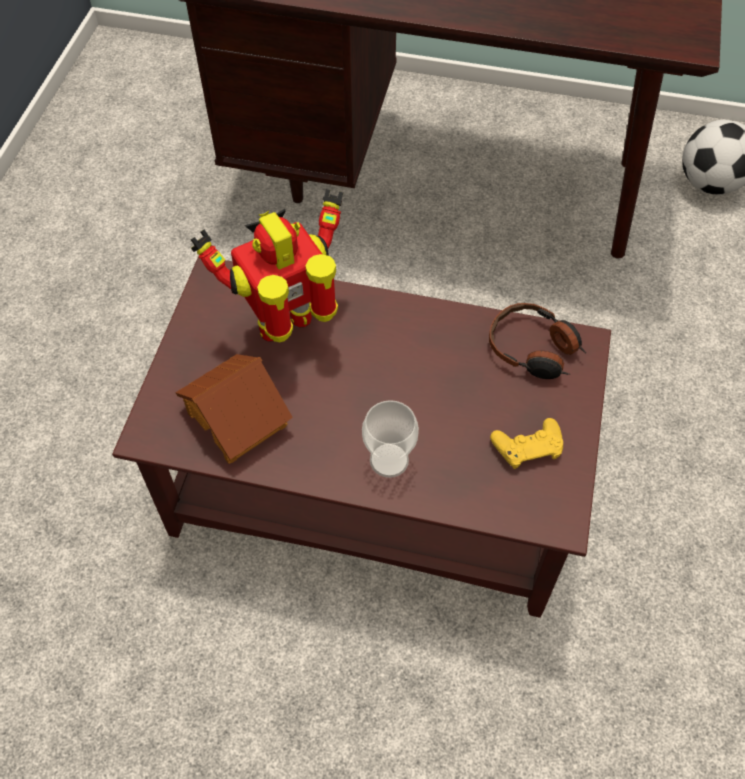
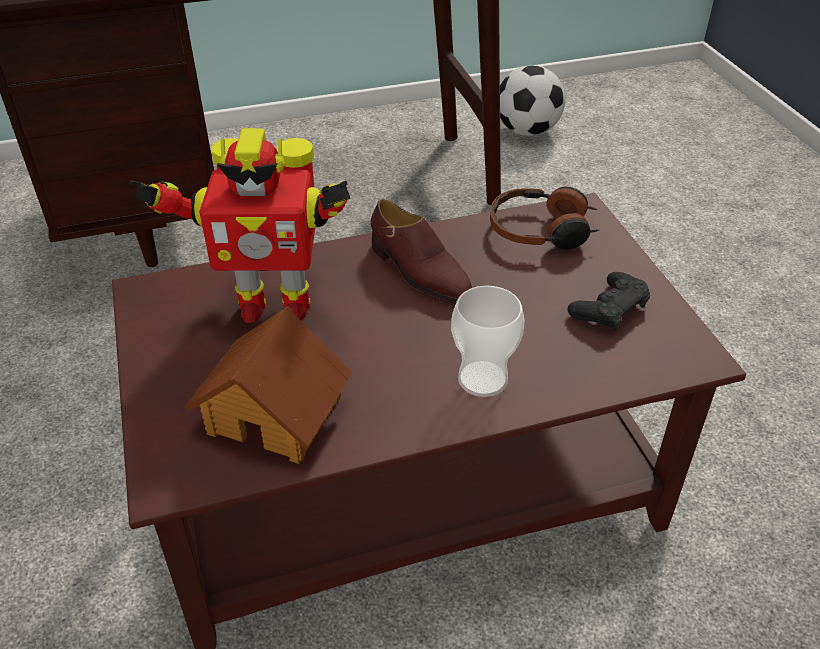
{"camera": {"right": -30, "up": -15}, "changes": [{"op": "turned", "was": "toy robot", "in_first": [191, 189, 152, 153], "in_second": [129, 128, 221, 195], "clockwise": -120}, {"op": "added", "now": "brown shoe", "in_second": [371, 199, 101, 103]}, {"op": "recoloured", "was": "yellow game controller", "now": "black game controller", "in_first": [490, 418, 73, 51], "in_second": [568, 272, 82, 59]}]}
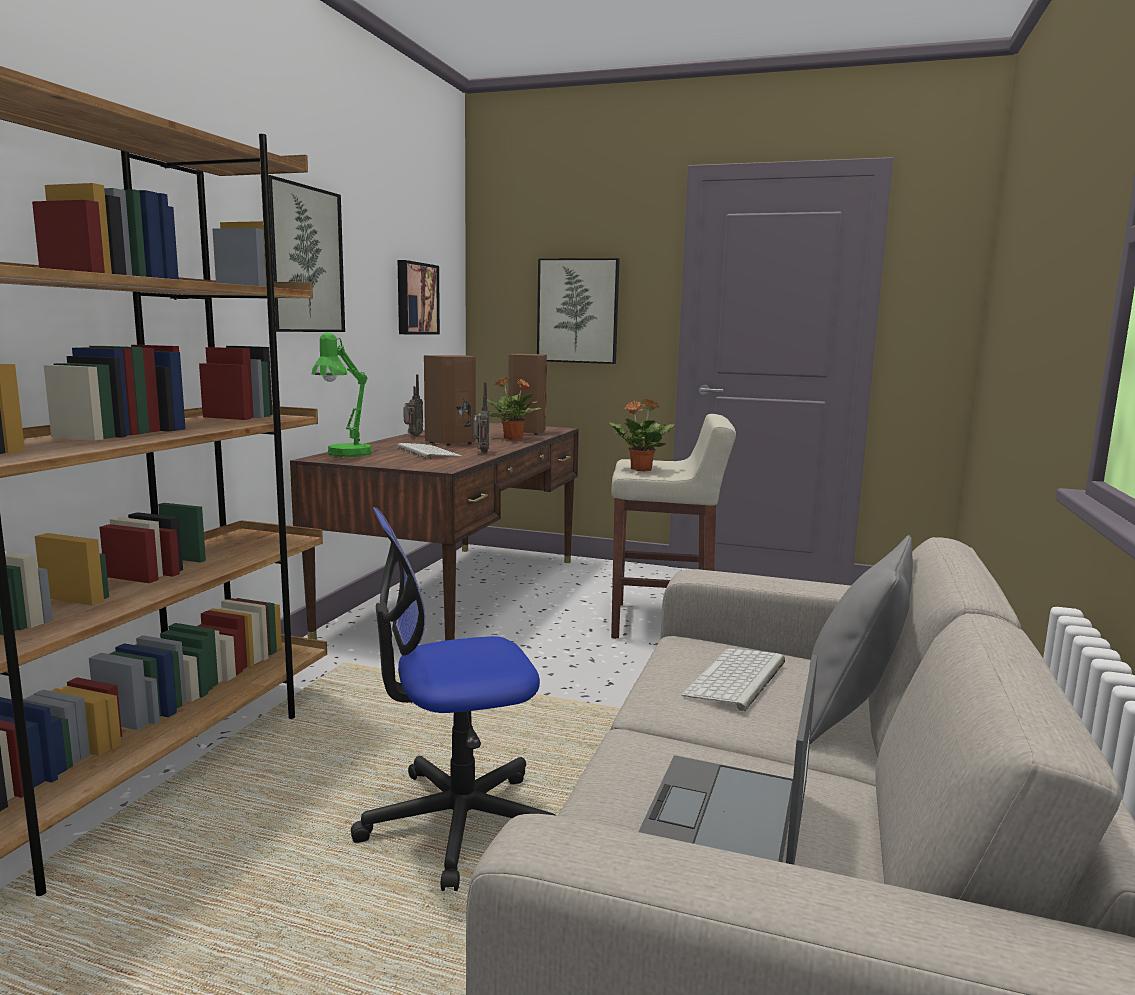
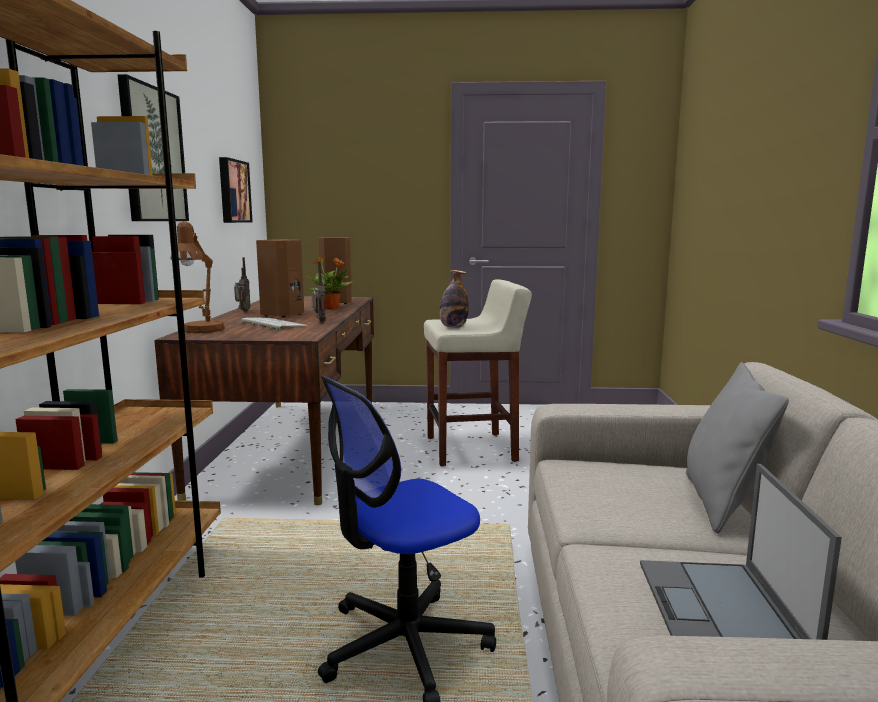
{"camera": {"right": -15, "up": 0}, "changes": [{"op": "recoloured", "was": "green table lamp", "now": "brown table lamp", "in_first": [312, 332, 60, 125], "in_second": [170, 221, 55, 112]}, {"op": "replaced", "was": "potted plant", "now": "bottle", "in_first": [609, 399, 65, 72], "in_second": [439, 270, 30, 58]}, {"op": "removed", "was": "picture", "in_first": [537, 258, 83, 106]}, {"op": "removed", "was": "keyboard", "in_first": [681, 648, 104, 64]}]}
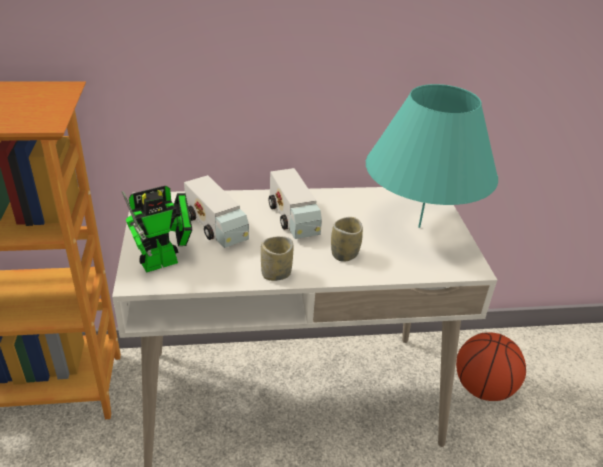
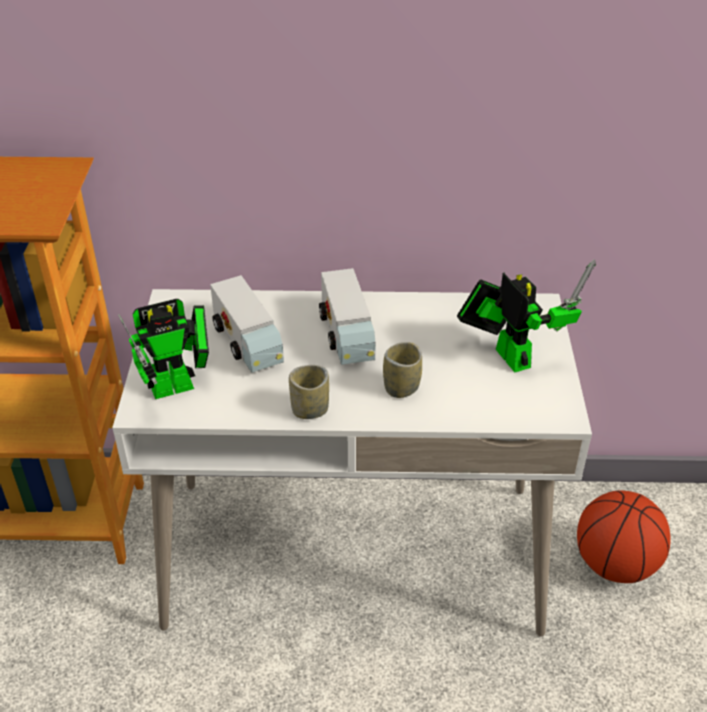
{"camera": {"right": 10, "up": 5}, "changes": [{"op": "replaced", "was": "turquoise table lamp", "now": "toy robot", "in_first": [366, 84, 132, 144], "in_second": [457, 259, 139, 113]}]}
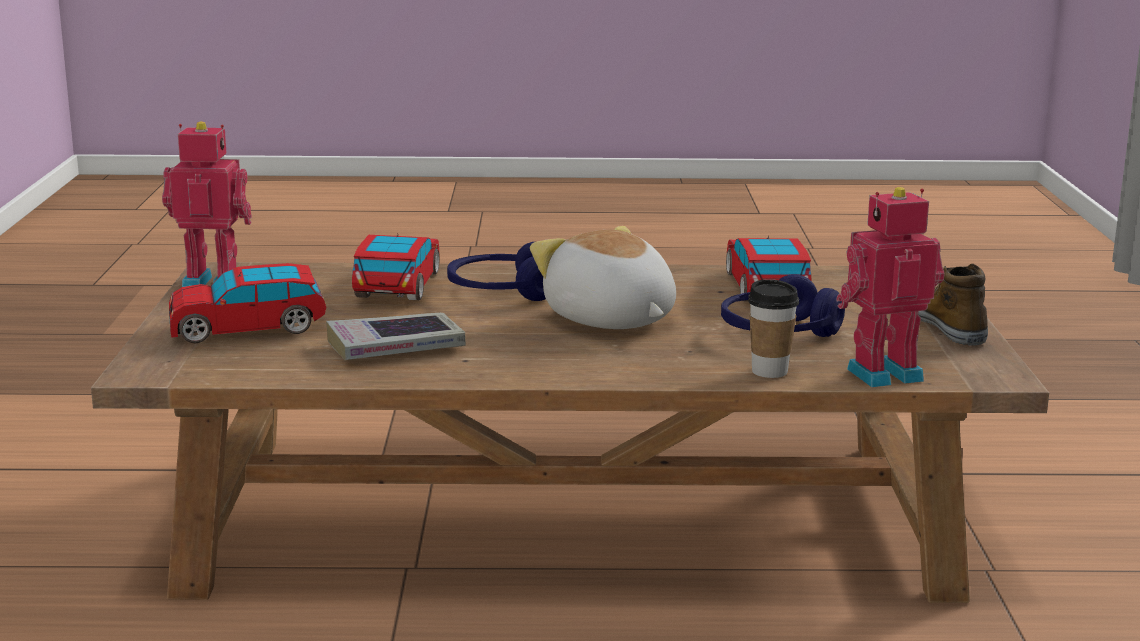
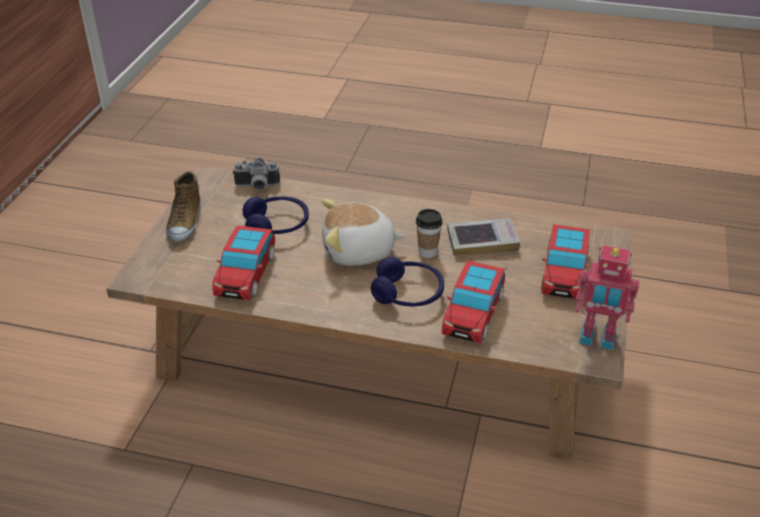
{"camera": {"right": -165, "up": 20}, "changes": [{"op": "replaced", "was": "toy robot", "now": "photo camera", "in_first": [836, 187, 109, 200], "in_second": [232, 158, 48, 32]}, {"op": "turned", "was": "plush toy", "in_first": [530, 226, 146, 103], "in_second": [322, 199, 83, 67], "clockwise": 105}, {"op": "moved", "was": "cup", "in_first": [748, 279, 51, 99], "in_second": [416, 209, 27, 49]}, {"op": "turned", "was": "toy car", "in_first": [169, 263, 157, 80], "in_second": [541, 224, 49, 75], "clockwise": 105}]}
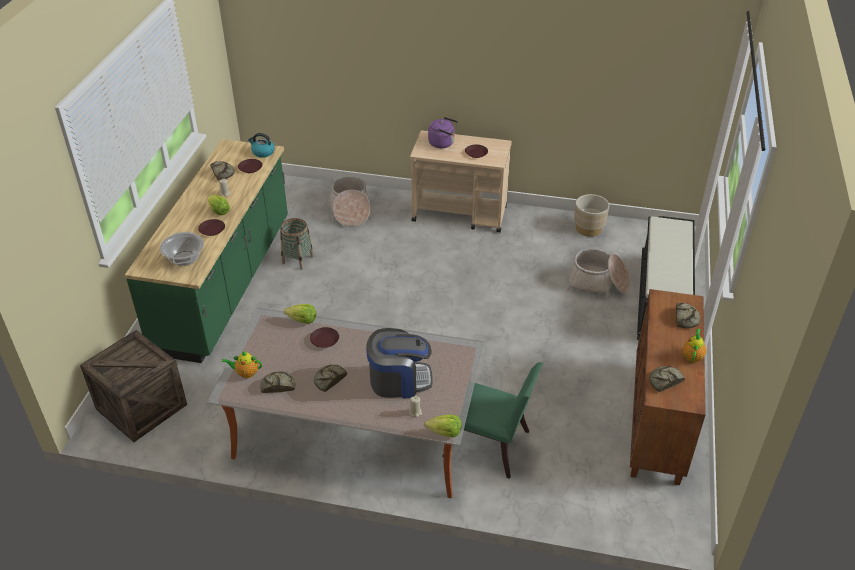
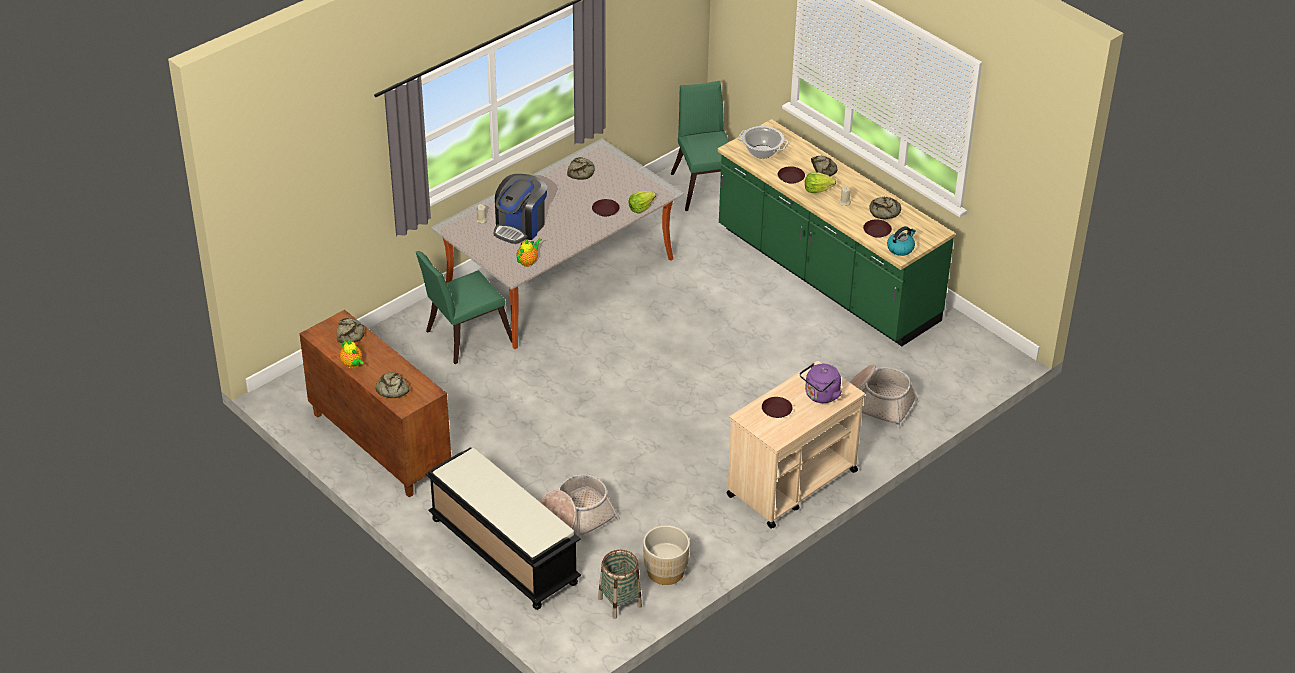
{"camera": {"right": 125, "up": 0}, "changes": [{"op": "moved", "was": "teapot", "in_first": [222, 351, 40, 27], "in_second": [517, 238, 25, 29]}, {"op": "moved", "was": "basket", "in_first": [280, 218, 34, 52], "in_second": [598, 550, 44, 69]}, {"op": "replaced", "was": "crate", "now": "green chair", "in_first": [80, 330, 107, 112], "in_second": [671, 81, 58, 130]}, {"op": "moved", "was": "bread", "in_first": [314, 365, 33, 27], "in_second": [811, 156, 27, 20]}, {"op": "removed", "was": "lettuce", "in_first": [424, 414, 38, 23]}]}
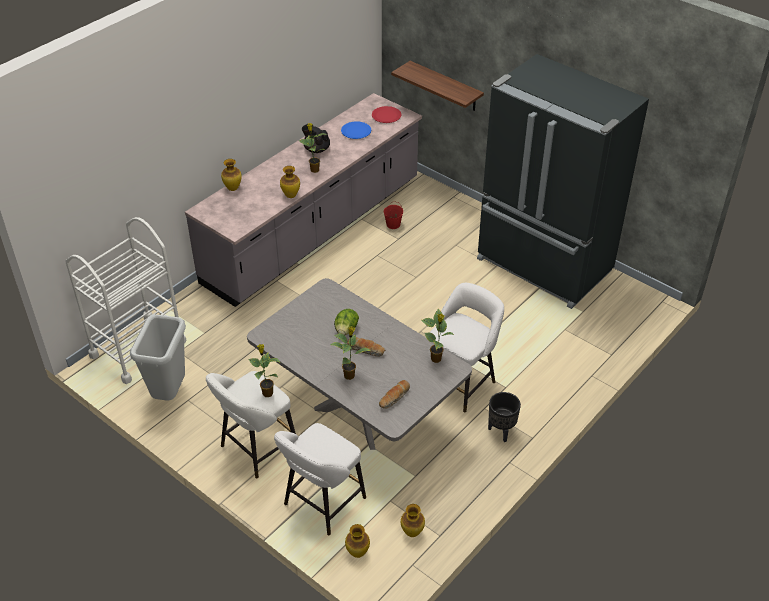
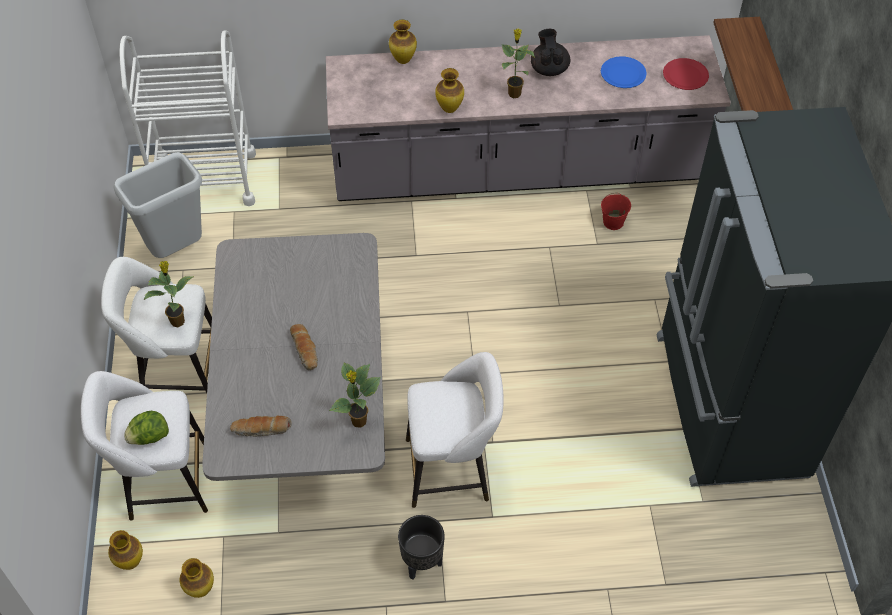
{"camera": {"right": 45, "up": 10}, "changes": [{"op": "moved", "was": "lettuce", "in_first": [334, 309, 25, 26], "in_second": [124, 411, 45, 34]}, {"op": "removed", "was": "potted plant", "in_first": [330, 326, 41, 54]}]}
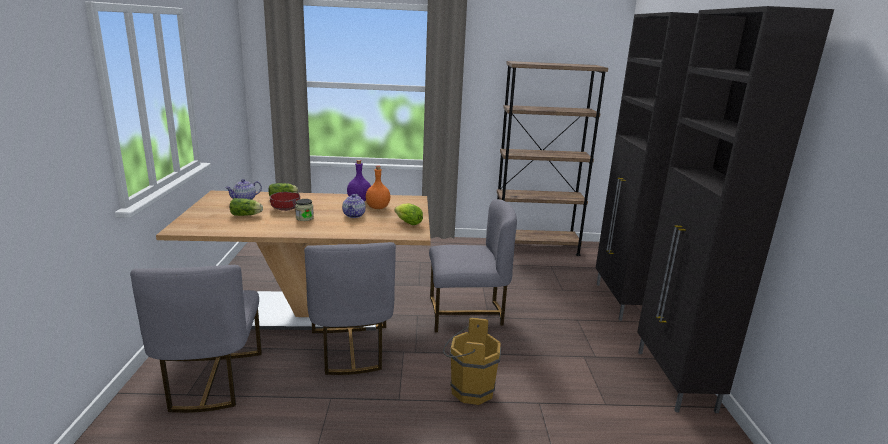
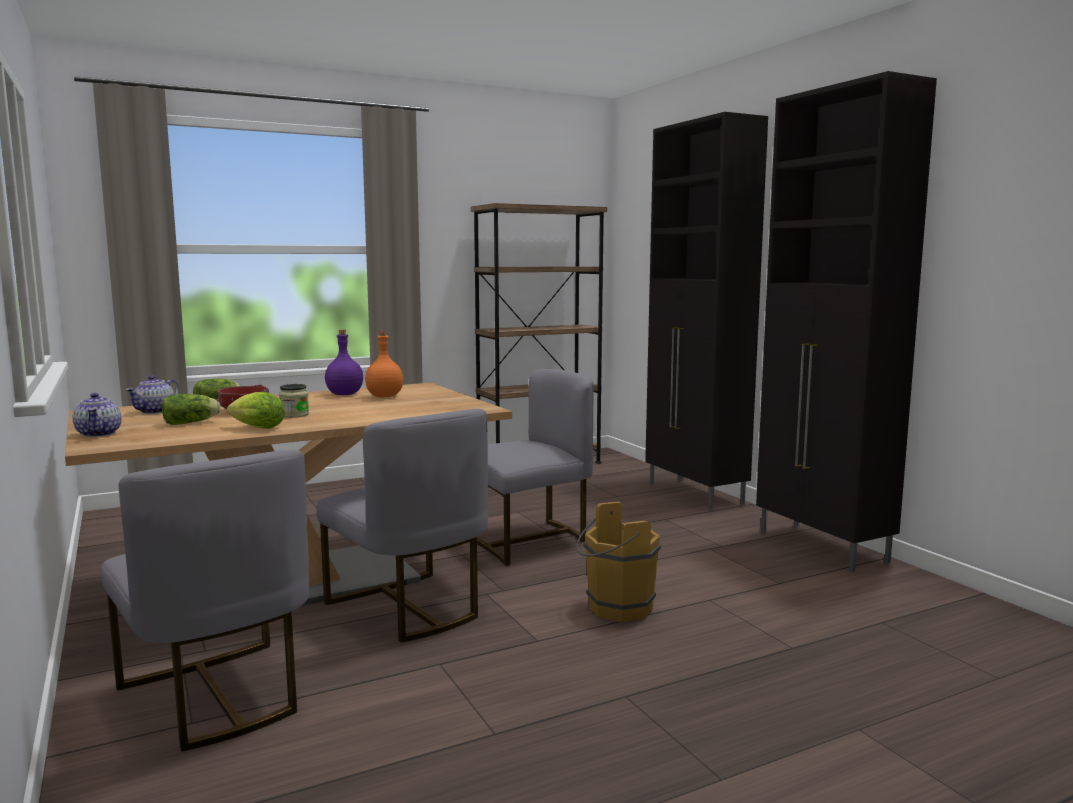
{"camera": {"right": -25, "up": -10}, "changes": [{"op": "moved", "was": "teapot", "in_first": [342, 194, 24, 24], "in_second": [73, 393, 48, 44]}, {"op": "moved", "was": "lettuce", "in_first": [394, 203, 29, 22], "in_second": [227, 392, 58, 37]}]}
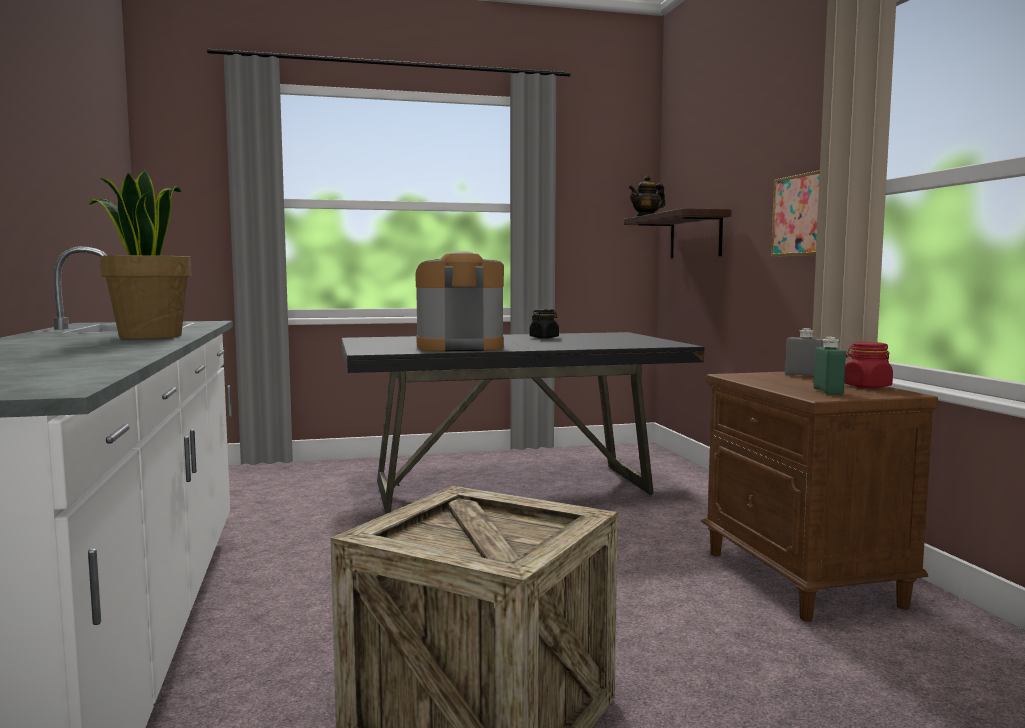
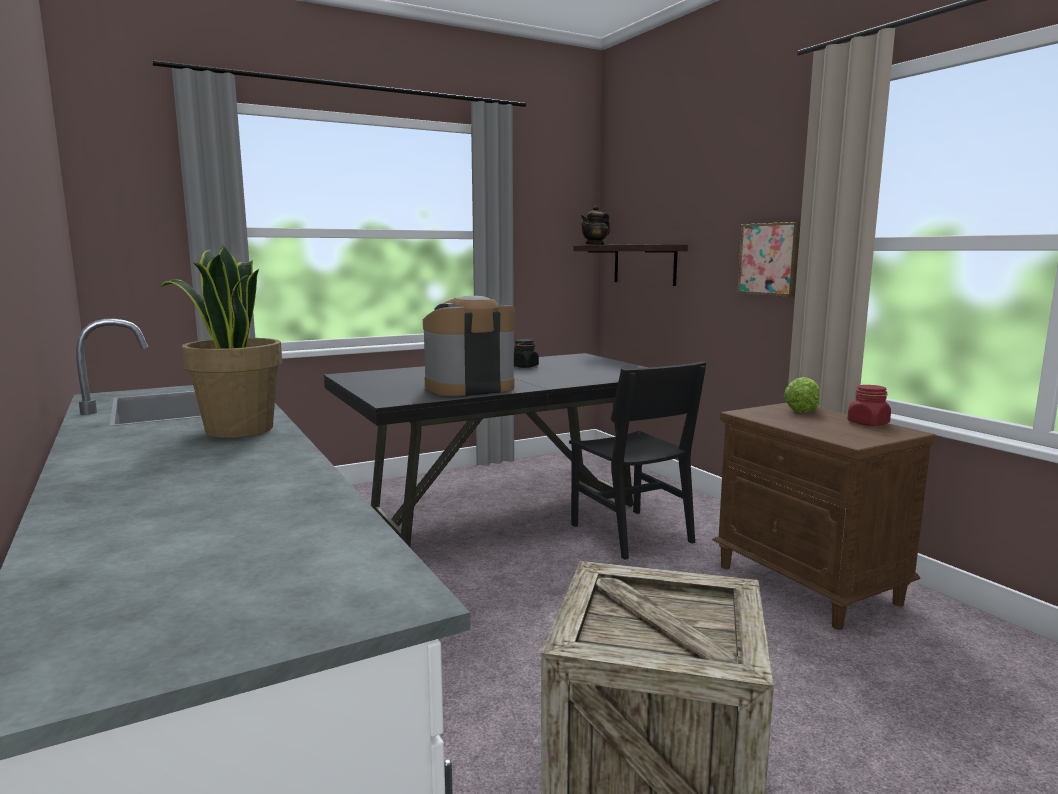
{"camera": {"right": -15, "up": 5}, "changes": [{"op": "added", "now": "black chair", "in_second": [569, 361, 137, 199]}, {"op": "replaced", "was": "grey bottle", "now": "lettuce", "in_first": [785, 328, 39, 49], "in_second": [784, 377, 36, 36]}, {"op": "removed", "was": "green bottle", "in_first": [814, 337, 32, 58]}]}
